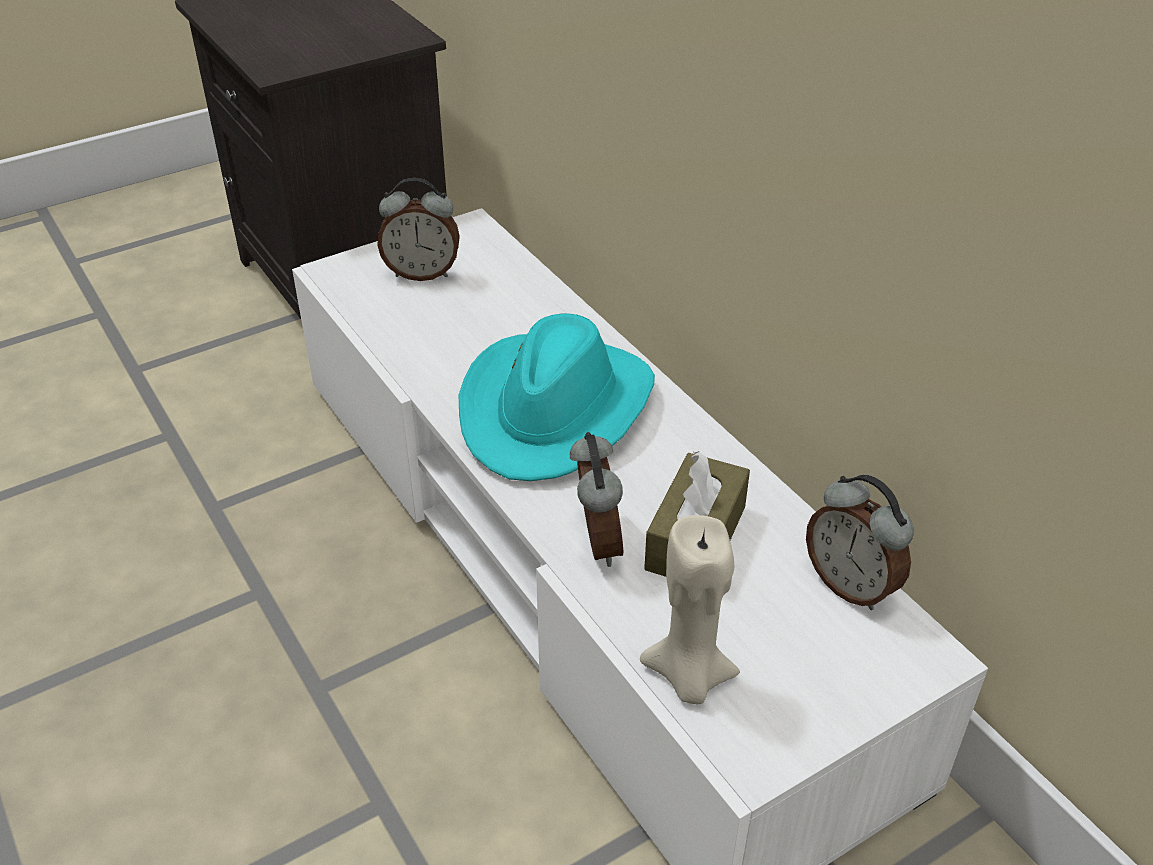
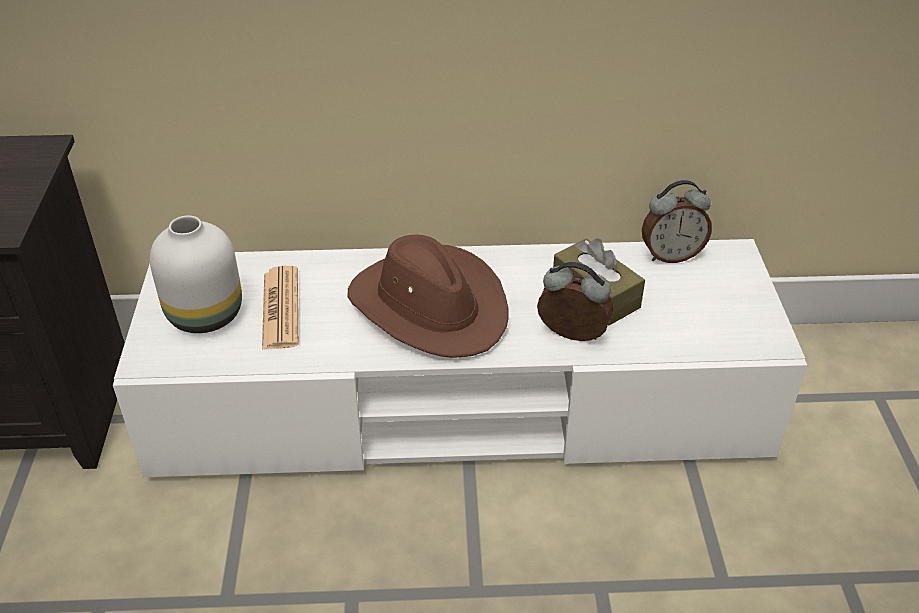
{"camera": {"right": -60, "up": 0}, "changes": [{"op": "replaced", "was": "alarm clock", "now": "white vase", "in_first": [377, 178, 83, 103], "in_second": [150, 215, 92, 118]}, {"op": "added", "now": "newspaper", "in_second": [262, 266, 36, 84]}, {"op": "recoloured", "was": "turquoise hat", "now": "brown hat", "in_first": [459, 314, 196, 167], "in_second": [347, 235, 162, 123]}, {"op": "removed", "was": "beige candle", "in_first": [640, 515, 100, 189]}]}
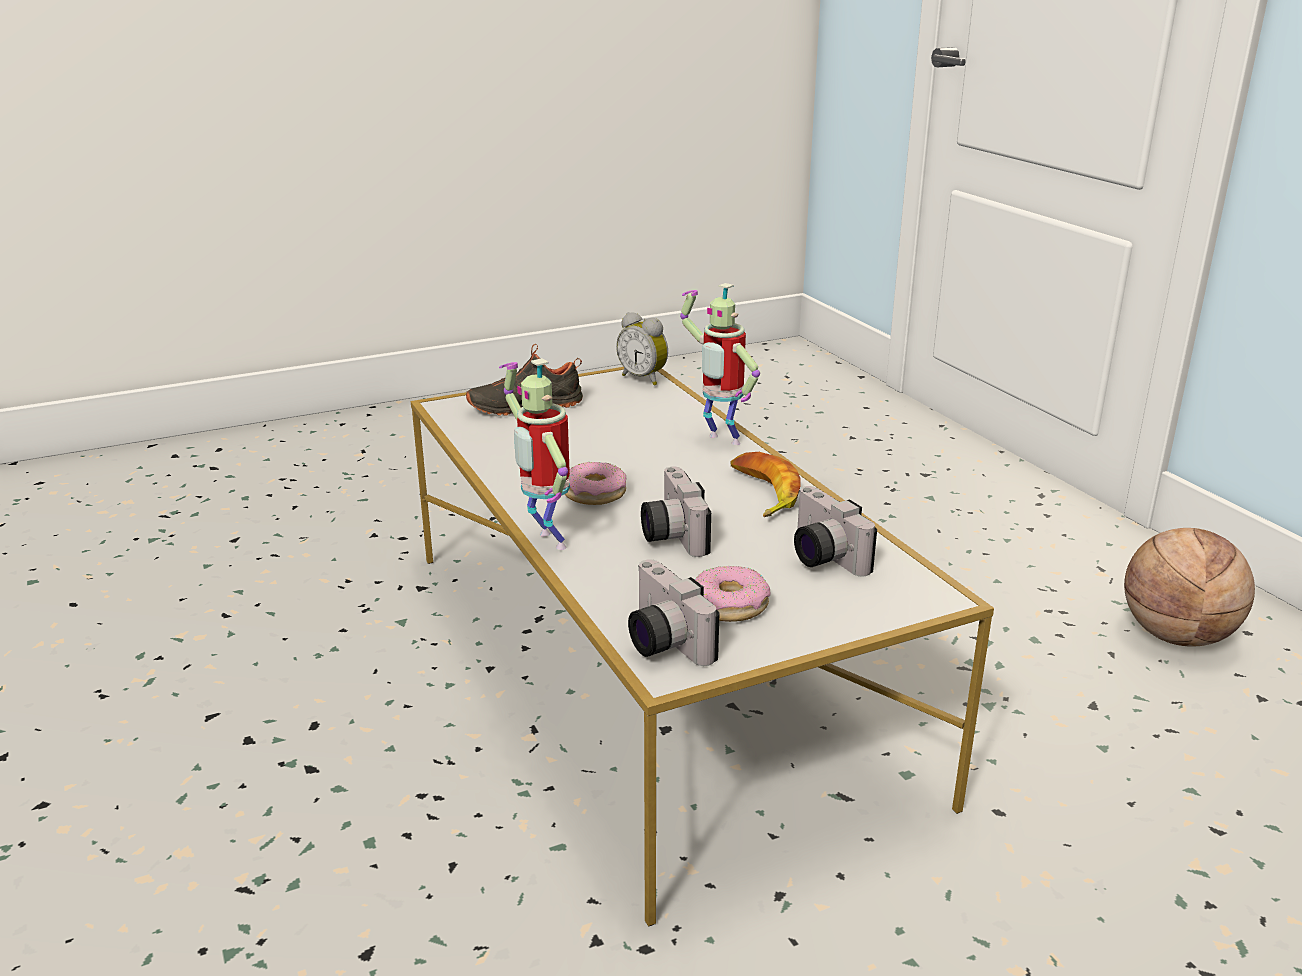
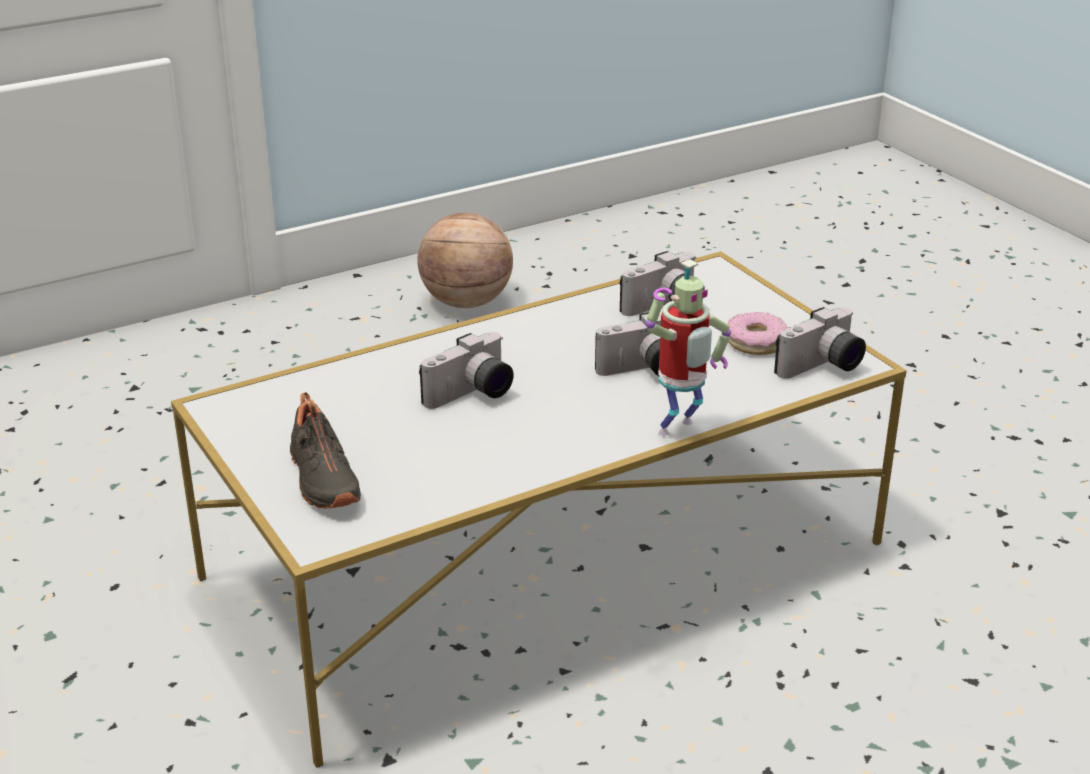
{"camera": {"right": -95, "up": 5}, "changes": [{"op": "added", "now": "photo camera", "in_second": [419, 332, 95, 77]}, {"op": "removed", "was": "donut", "in_first": [565, 462, 61, 43]}, {"op": "removed", "was": "alarm clock", "in_first": [616, 312, 52, 74]}, {"op": "removed", "was": "toy robot", "in_first": [680, 283, 80, 162]}, {"op": "removed", "was": "banana", "in_first": [730, 452, 71, 65]}]}
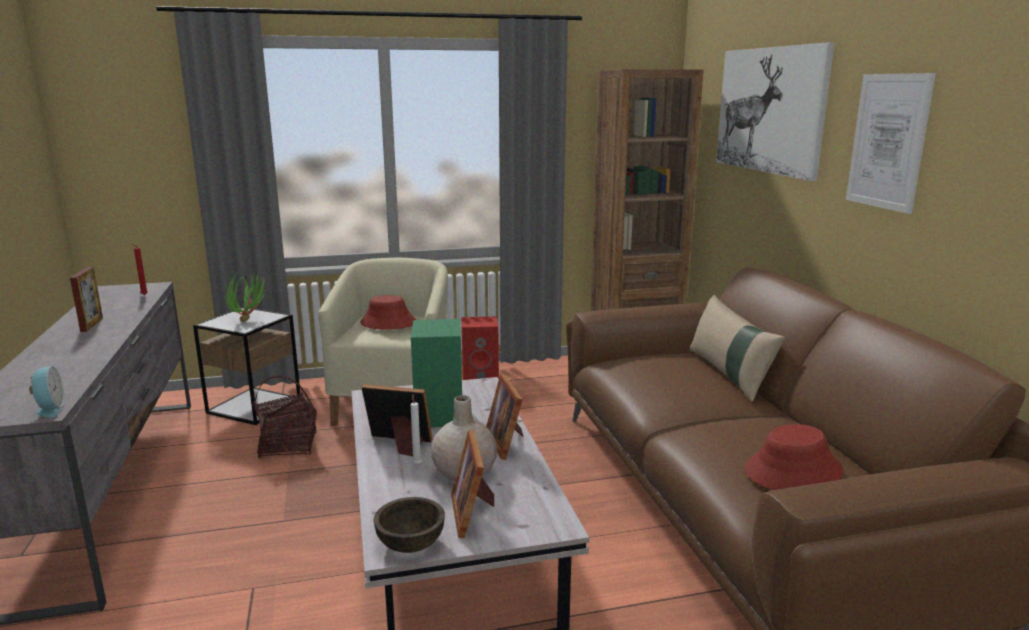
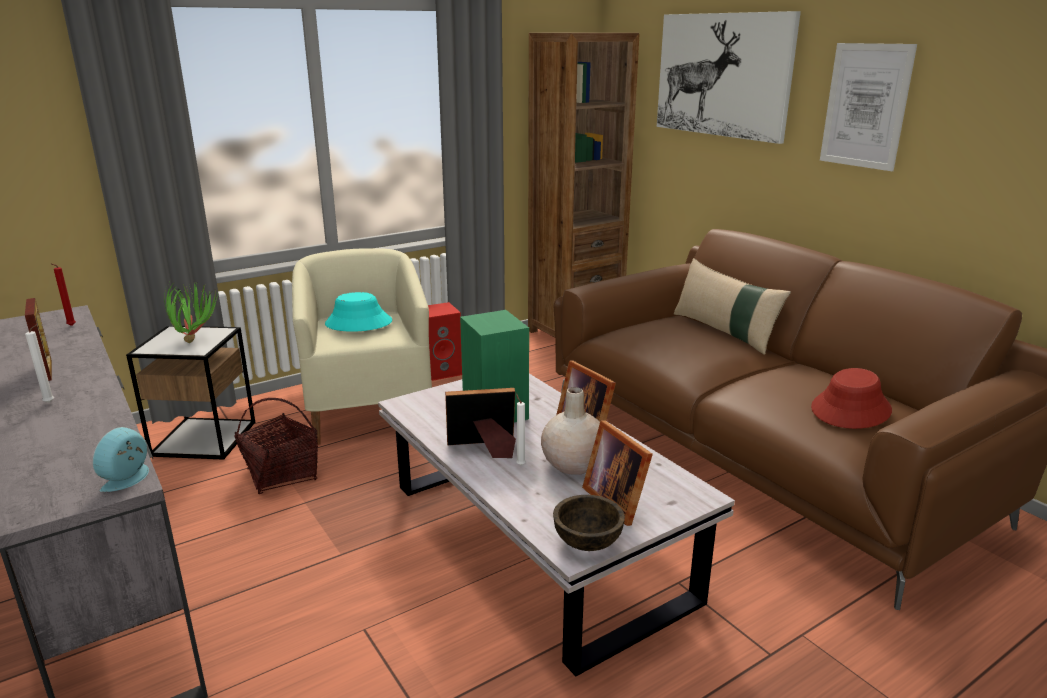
{"camera": {"right": -20, "up": 5}, "changes": [{"op": "added", "now": "white candle", "in_second": [25, 325, 29, 78]}, {"op": "turned", "was": "alarm clock", "in_first": [29, 366, 37, 51], "in_second": [93, 427, 56, 65], "clockwise": -120}, {"op": "recoloured", "was": "red hat", "now": "turquoise hat", "in_first": [360, 295, 56, 35], "in_second": [325, 292, 67, 40]}]}
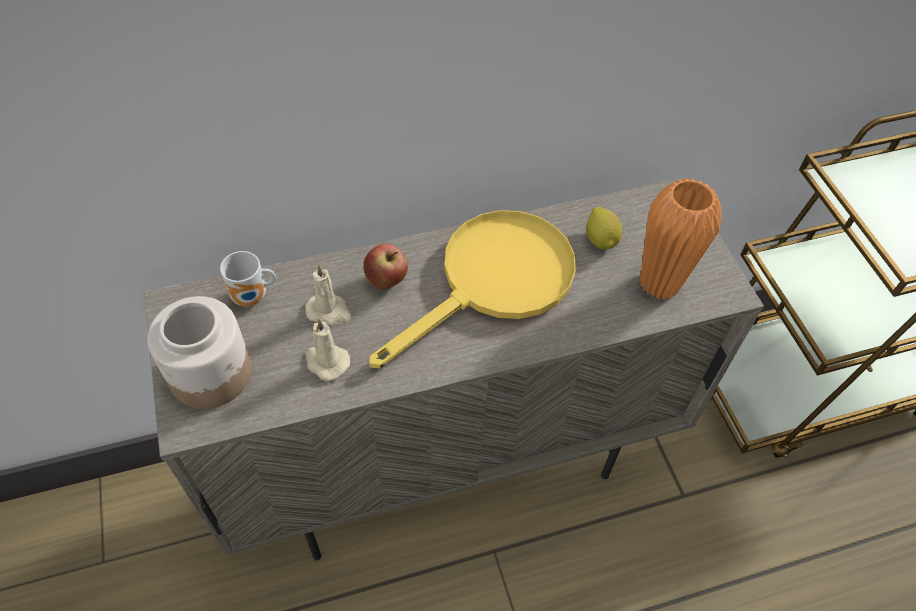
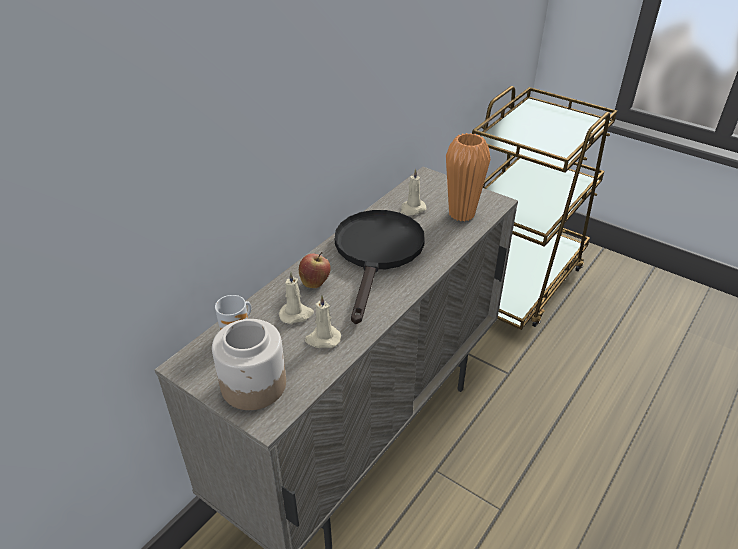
{"camera": {"right": -35, "up": -15}, "changes": [{"op": "recoloured", "was": "yellow frying pan", "now": "black frying pan", "in_first": [369, 210, 207, 158], "in_second": [335, 210, 90, 114]}, {"op": "replaced", "was": "lemon", "now": "beige candle", "in_first": [586, 207, 36, 42], "in_second": [400, 169, 27, 47]}]}
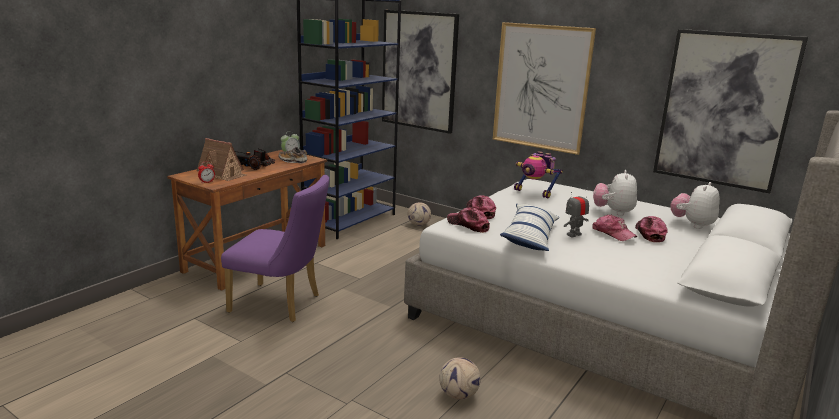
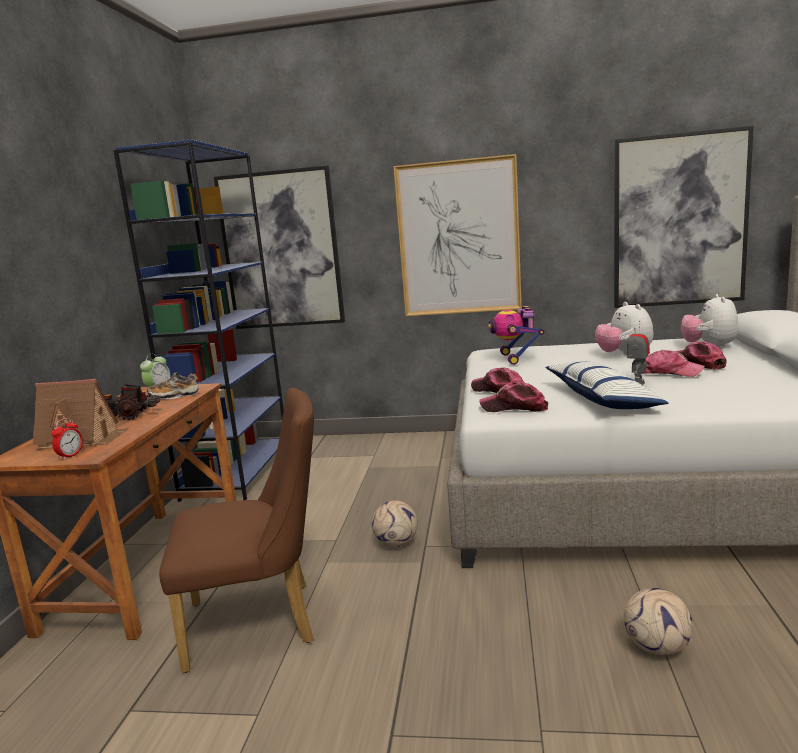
{"camera": {"right": -25, "up": -5}, "changes": [{"op": "recoloured", "was": "purple chair", "now": "brown chair", "in_first": [221, 175, 108, 147], "in_second": [159, 388, 155, 285]}, {"op": "moved", "was": "football", "in_first": [408, 202, 23, 24], "in_second": [372, 500, 46, 47]}, {"op": "turned", "was": "toy robot", "in_first": [514, 151, 49, 47], "in_second": [488, 306, 56, 59], "clockwise": 75}]}
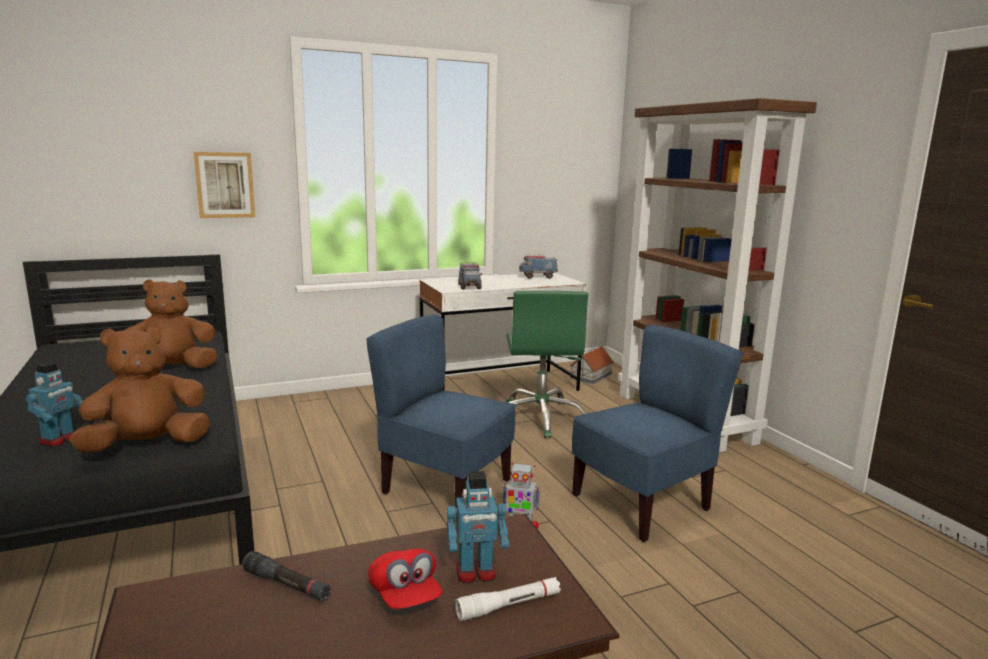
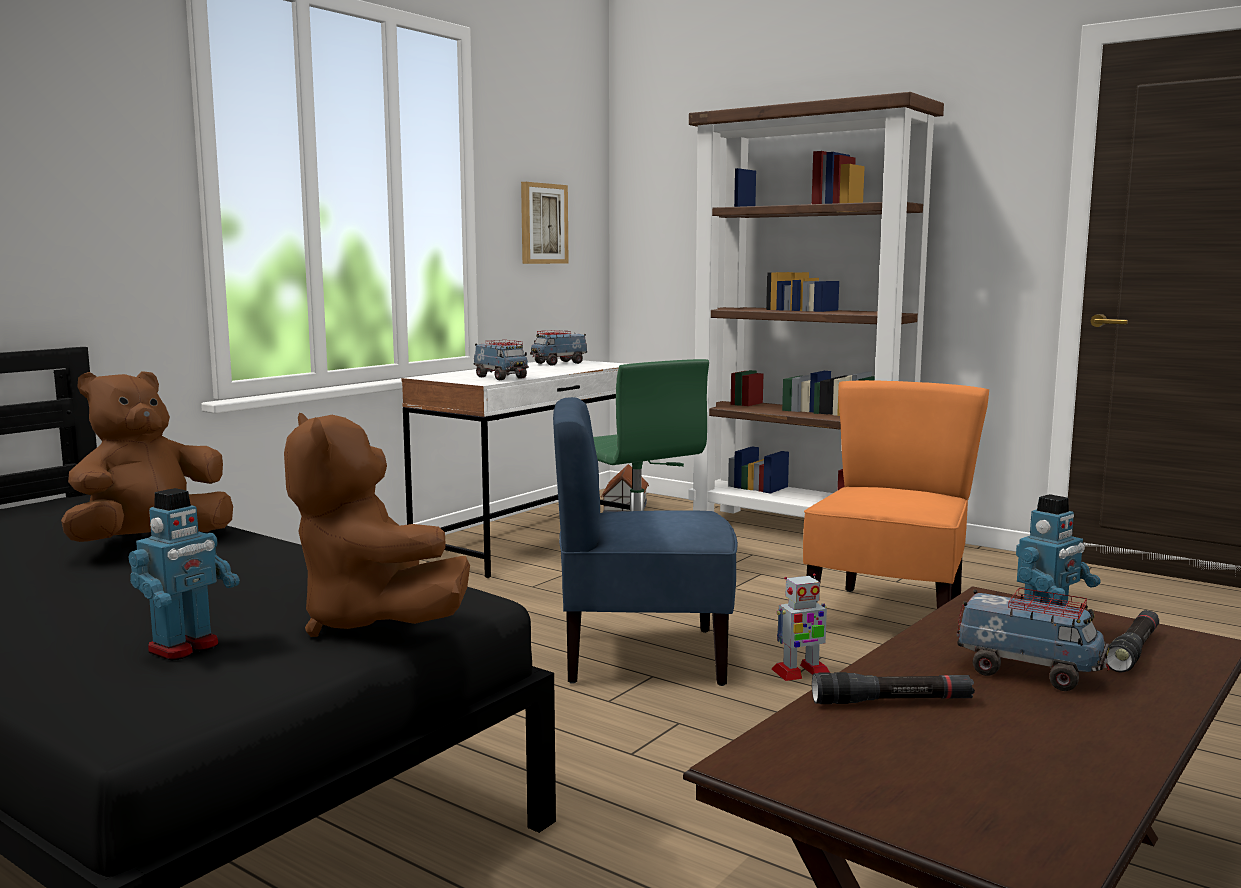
{"camera": {"right": -30, "up": -5}, "changes": [{"op": "turned", "was": "toy robot", "in_first": [26, 362, 56, 84], "in_second": [128, 488, 112, 172], "clockwise": 45}, {"op": "turned", "was": "brown plush toy", "in_first": [69, 327, 141, 126], "in_second": [284, 413, 186, 224], "clockwise": -60}, {"op": "moved", "was": "picture", "in_first": [194, 152, 61, 66], "in_second": [521, 182, 47, 82]}, {"op": "recoloured", "was": "blue chair", "now": "orange chair", "in_first": [572, 325, 171, 217], "in_second": [803, 380, 186, 229]}, {"op": "replaced", "was": "red cap", "now": "toy truck", "in_first": [368, 549, 74, 60], "in_second": [957, 588, 152, 103]}, {"op": "recoloured", "was": "white flashlight", "now": "black flashlight", "in_first": [455, 577, 106, 44], "in_second": [1107, 610, 52, 62]}]}
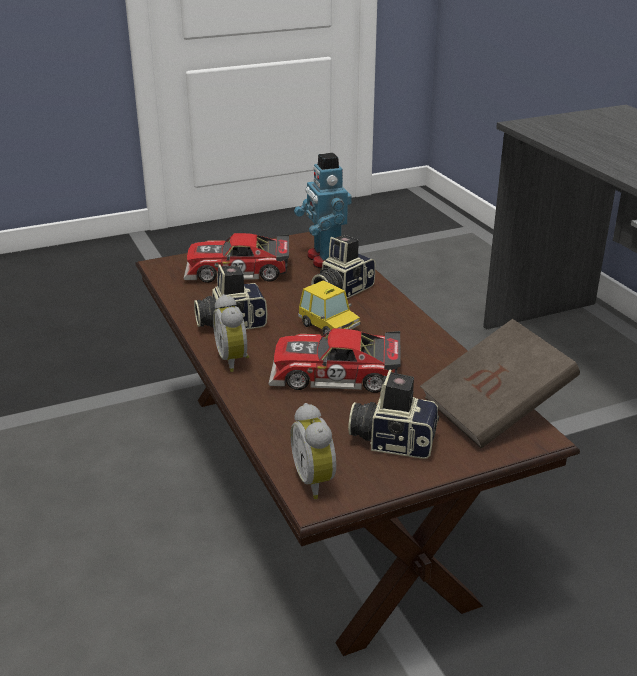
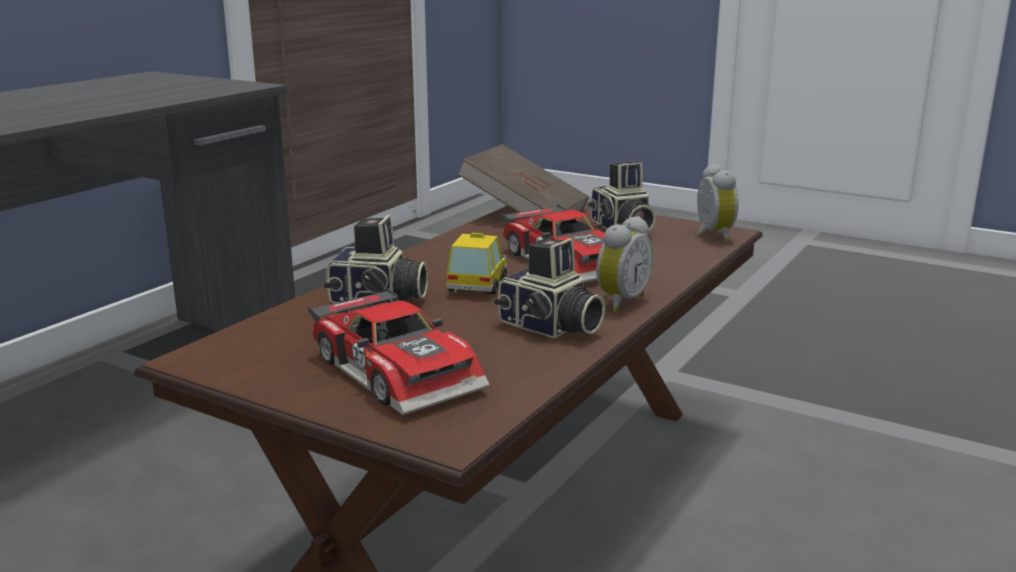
{"camera": {"right": -125, "up": -10}, "changes": [{"op": "turned", "was": "alarm clock", "in_first": [291, 403, 45, 96], "in_second": [696, 164, 43, 78], "clockwise": -45}, {"op": "removed", "was": "toy robot", "in_first": [294, 153, 57, 115]}]}
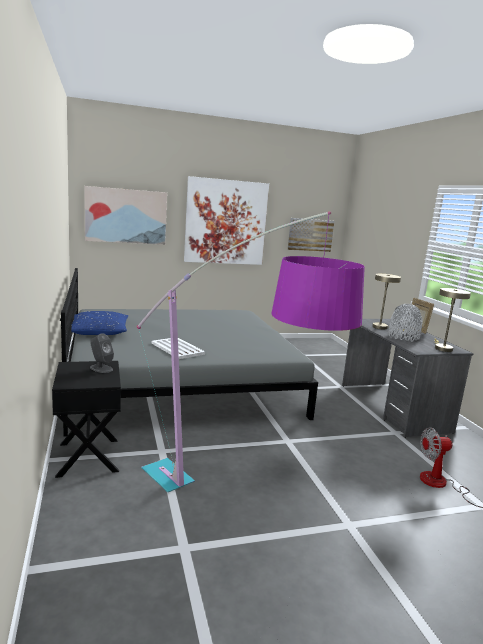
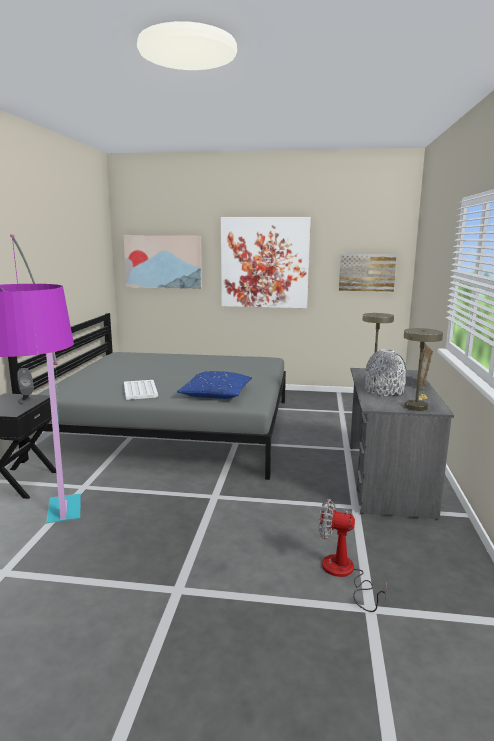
{"camera": {"right": 25, "up": 0}, "changes": [{"op": "moved", "was": "blue pillow", "in_first": [71, 311, 57, 24], "in_second": [177, 371, 75, 28]}]}
